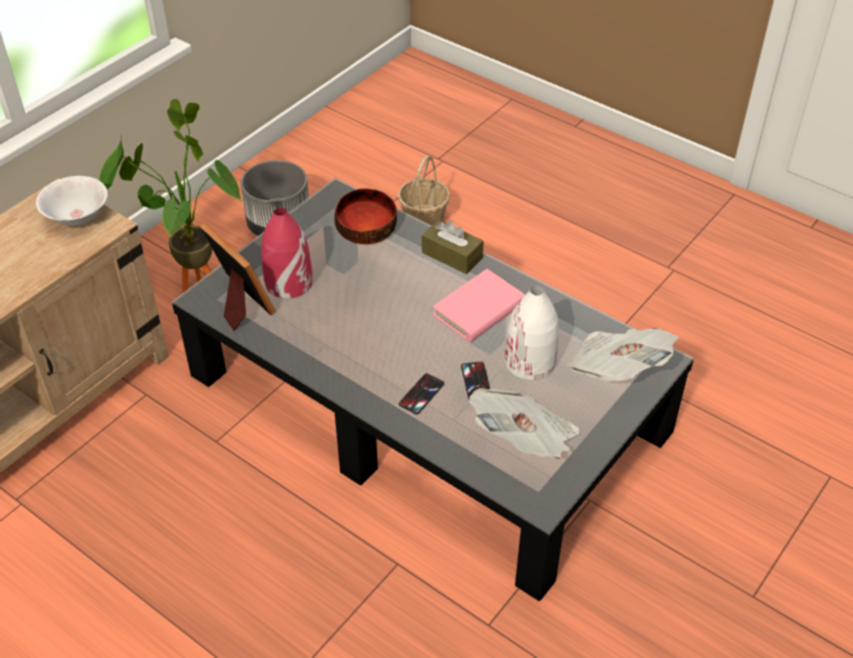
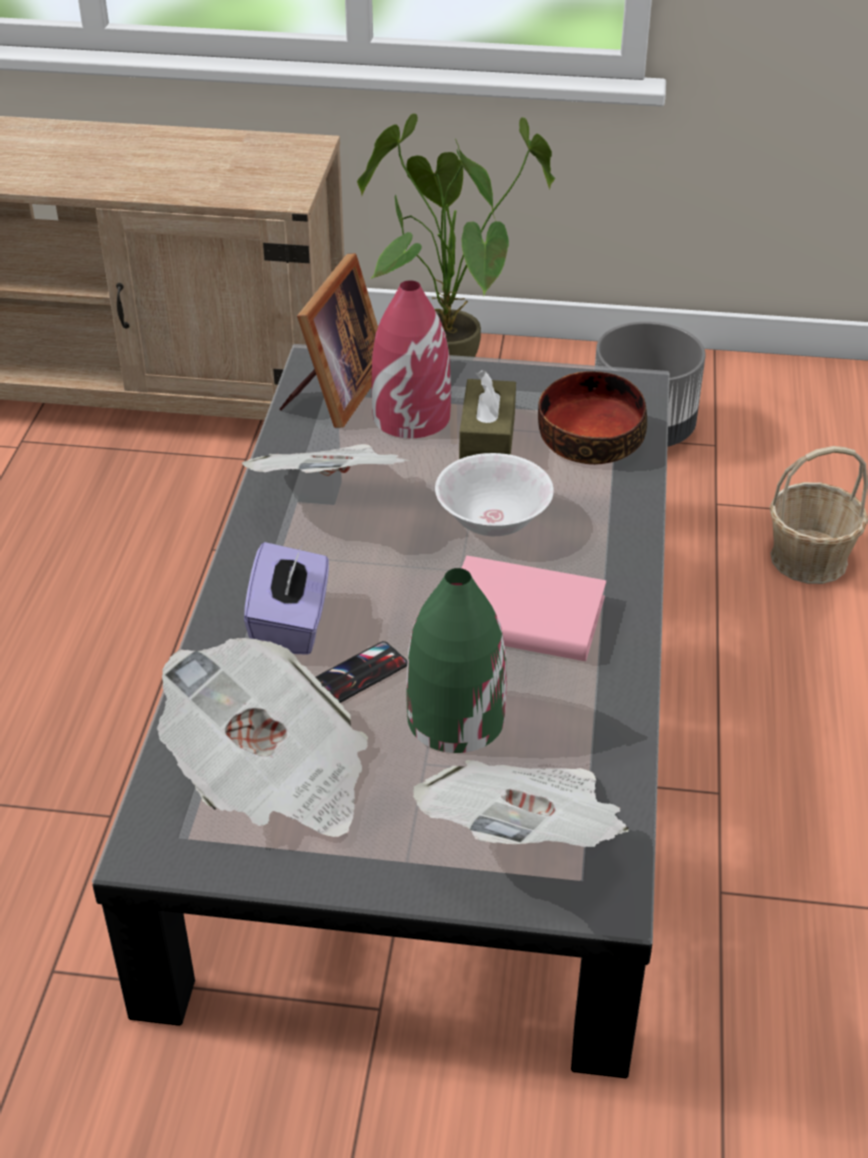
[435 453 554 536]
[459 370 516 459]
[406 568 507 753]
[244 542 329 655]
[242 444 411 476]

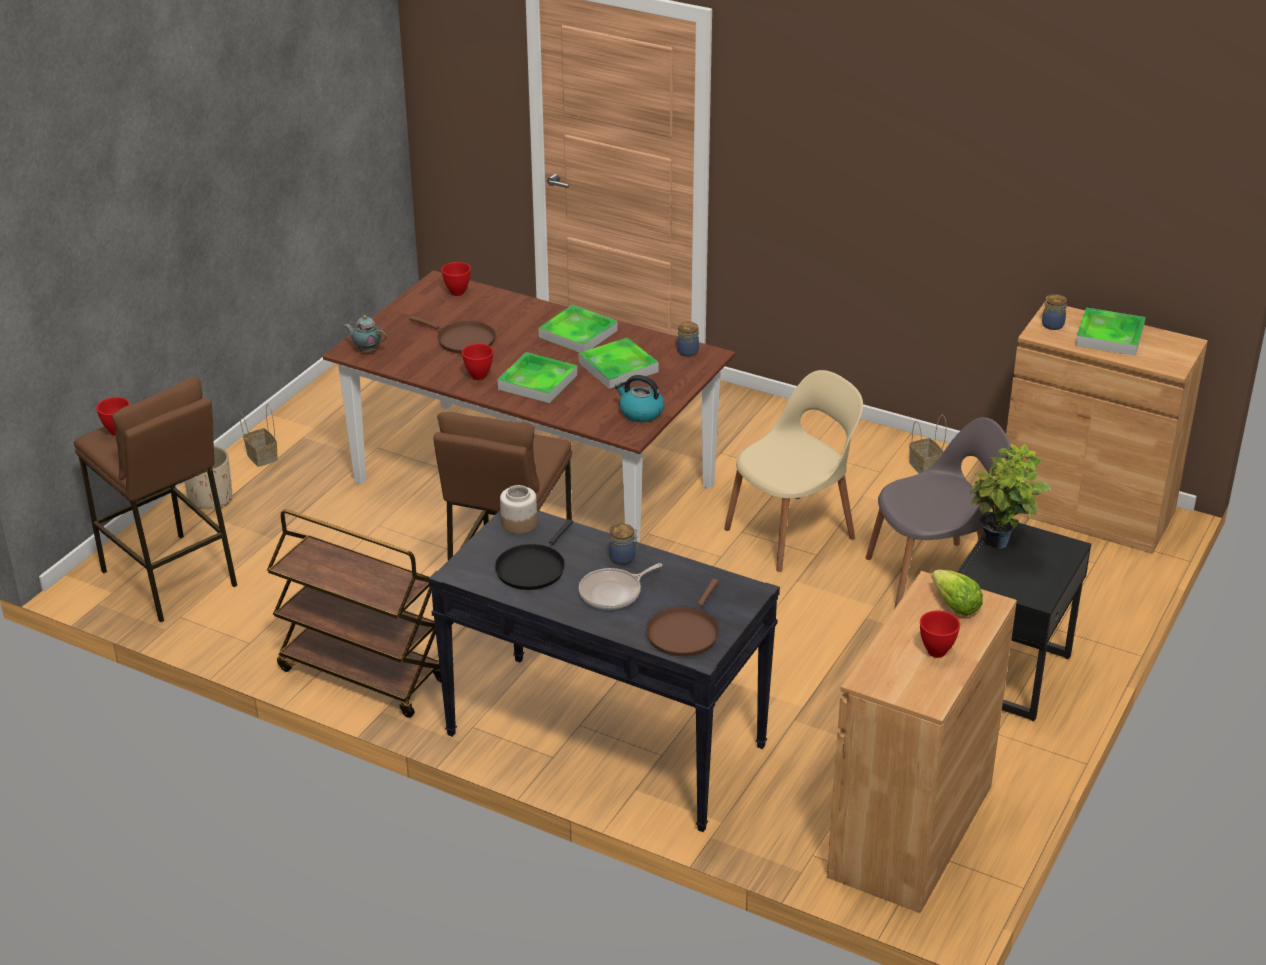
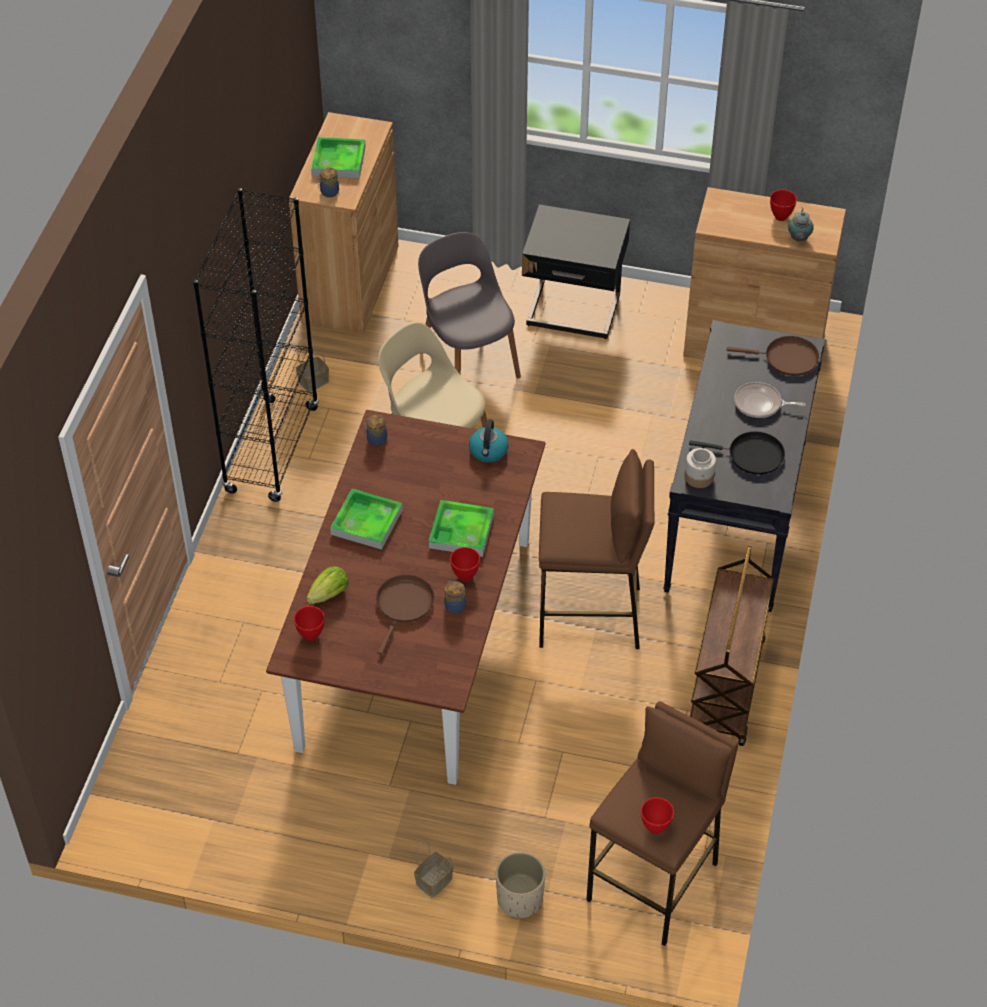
[788 208 814 242]
[579 337 658 389] (first image)
[970 444 1051 549] (first image)
[444 581 466 614]
[734 382 806 418]
[306 566 349 605]
[193 188 319 502]

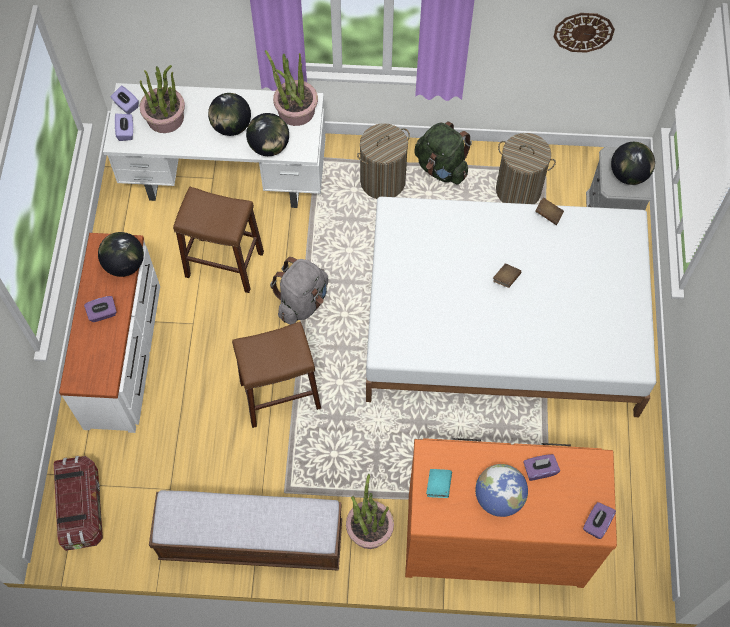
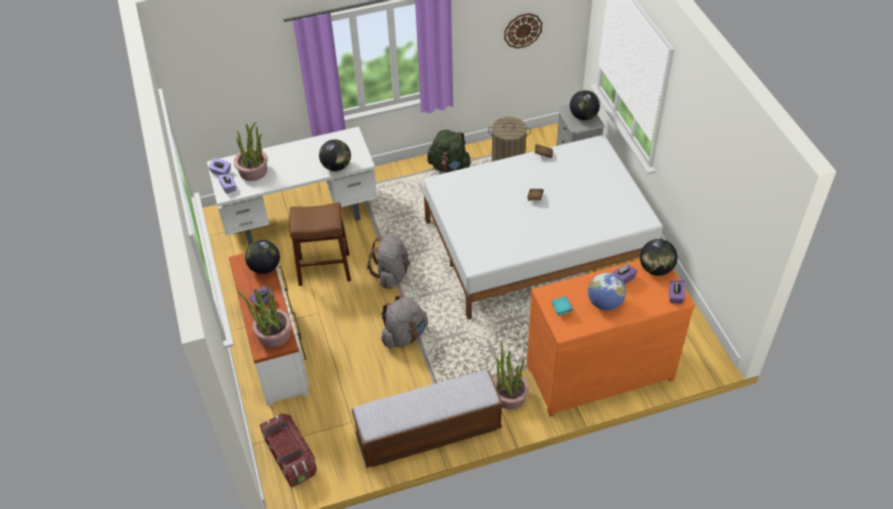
[238 285 291 348]
[640 239 677 276]
[357 123 410 199] (first image)
[381 294 428 349]

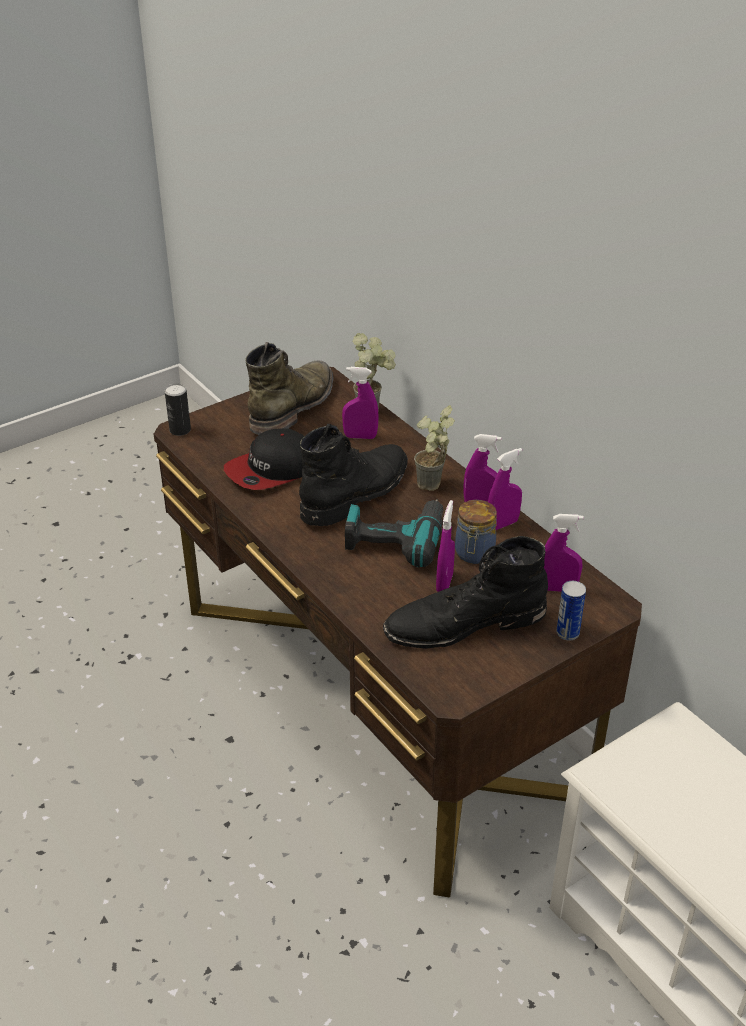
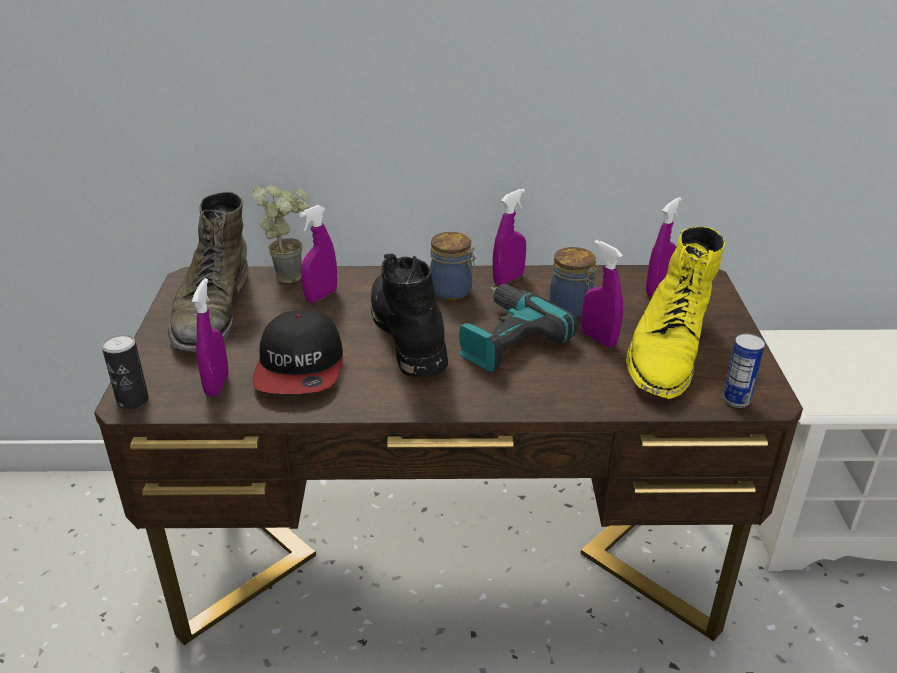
[168 191 249 352]
[430 232 476 300]
[192 278 229 397]
[626 226 725 399]
[723 334 765 408]

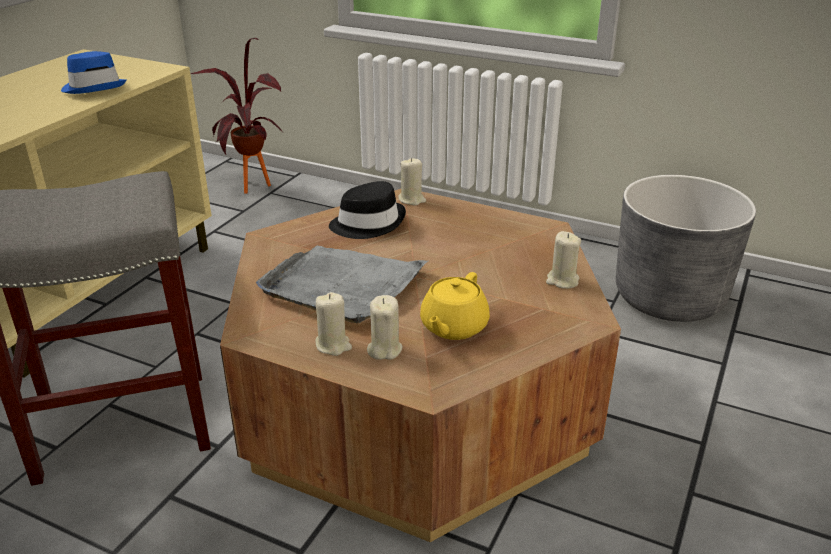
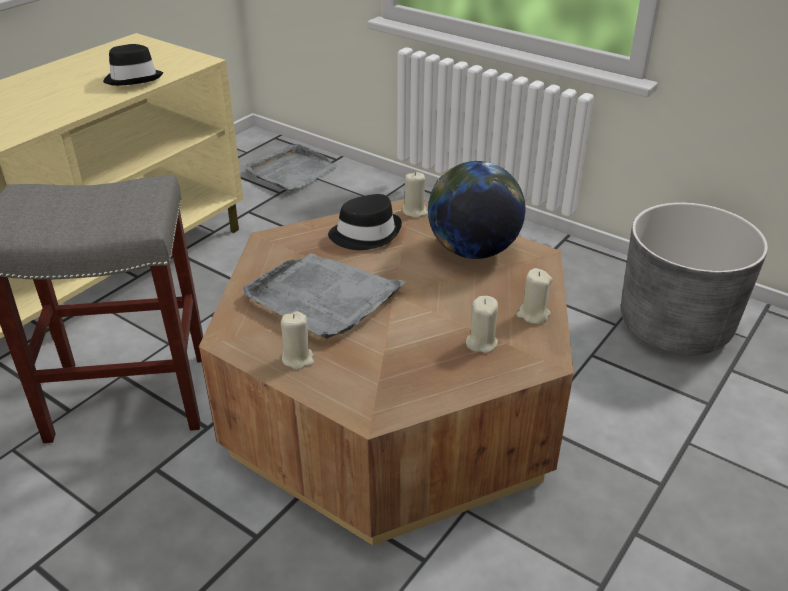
[246 144 337 191]
[103 44 163 86]
[420 272 490 340] (first image)
[466 296 498 353]
[428 161 525 259]

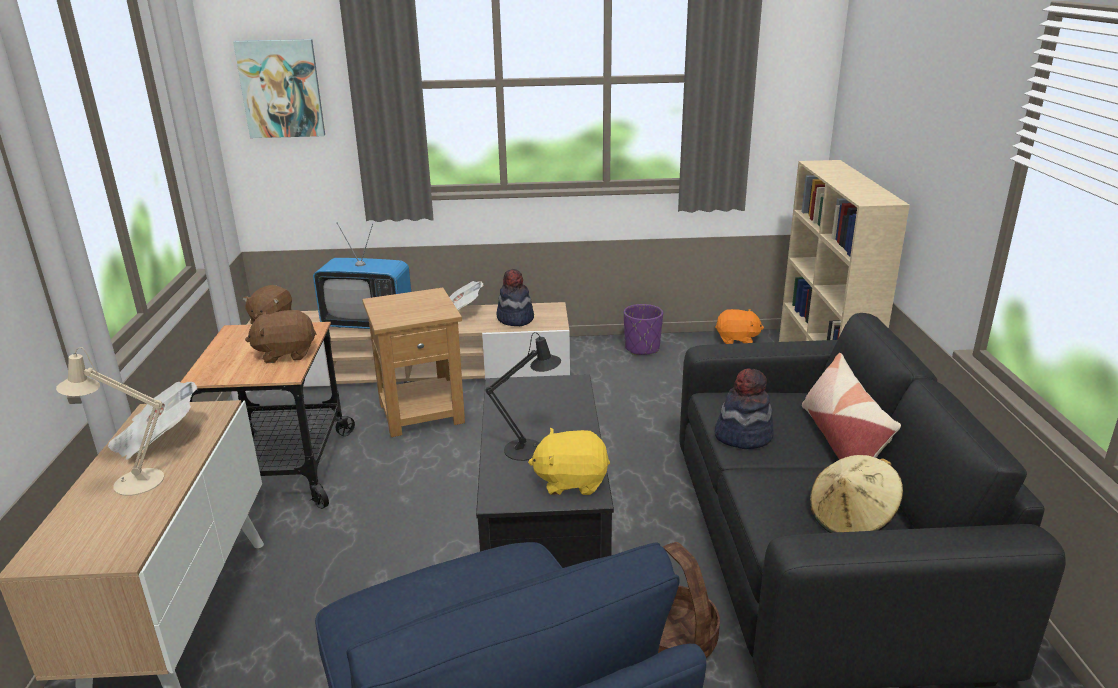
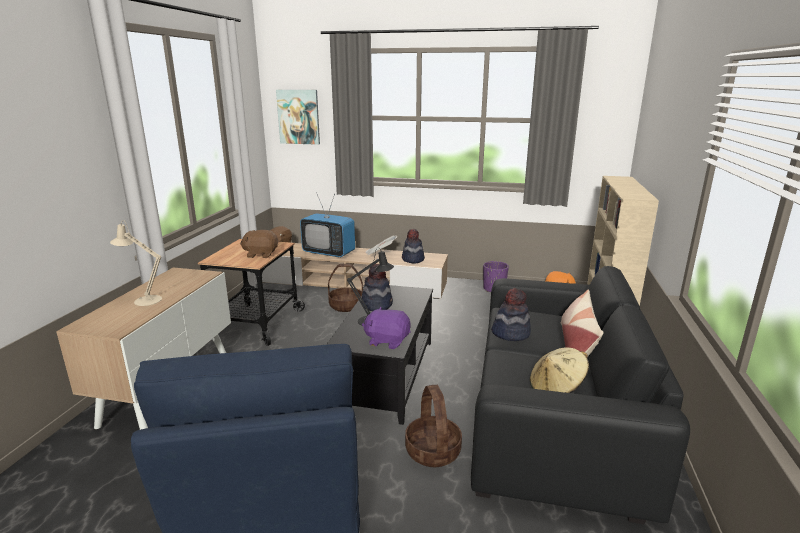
[328 264 363 312]
[108 381 197 460] (first image)
[362 307 410 349]
[361 264 393 311]

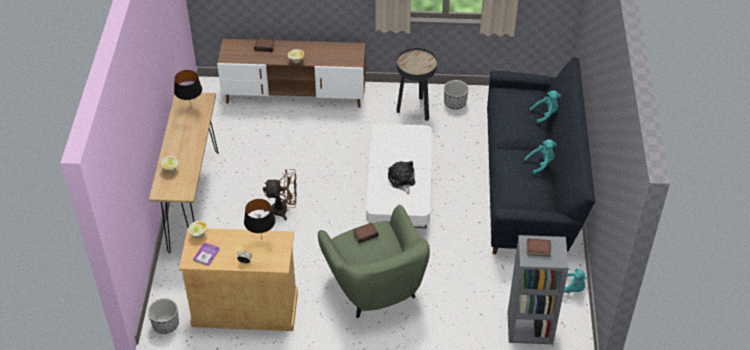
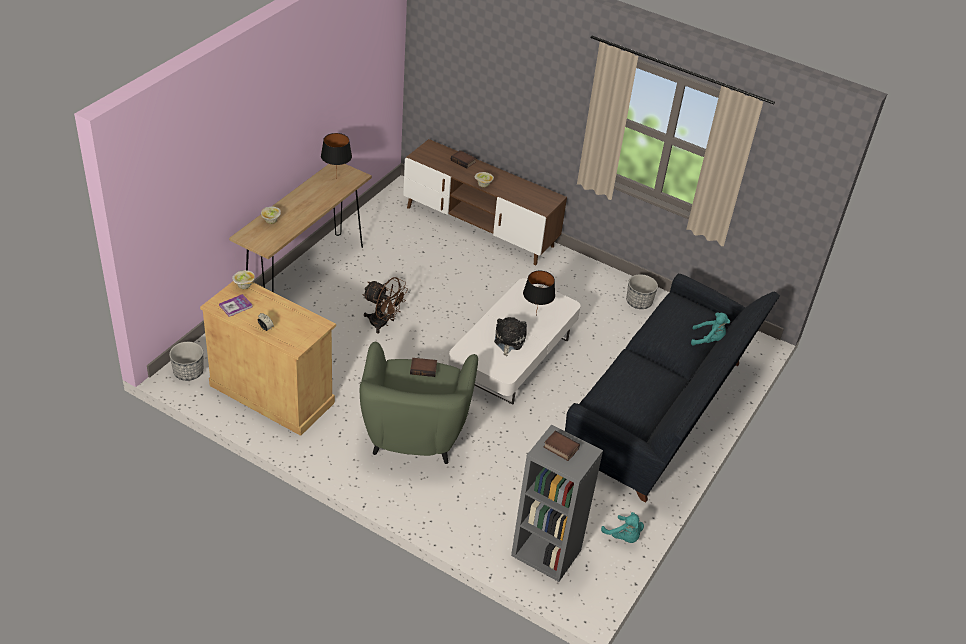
[396 48 437 121] (first image)
[524 139 557 175] (first image)
[523 271 555 314]

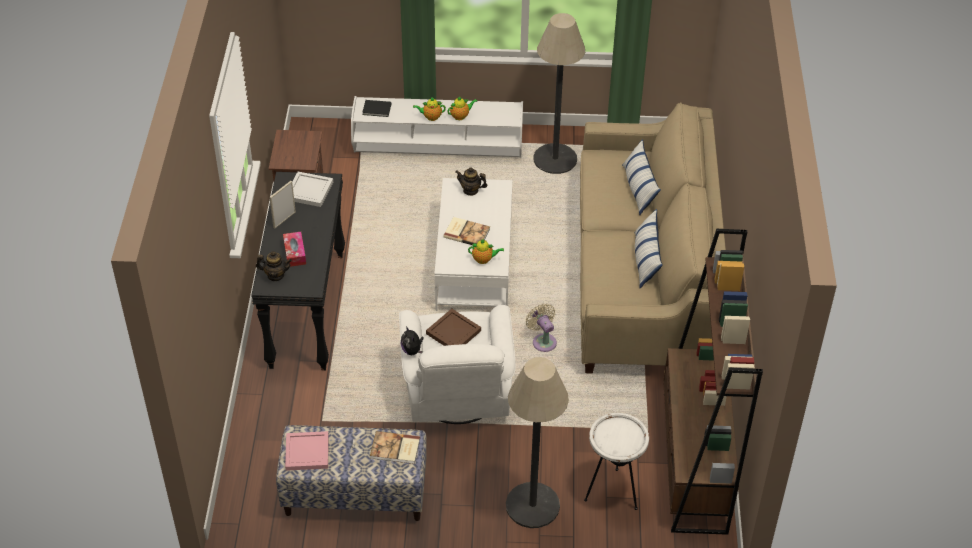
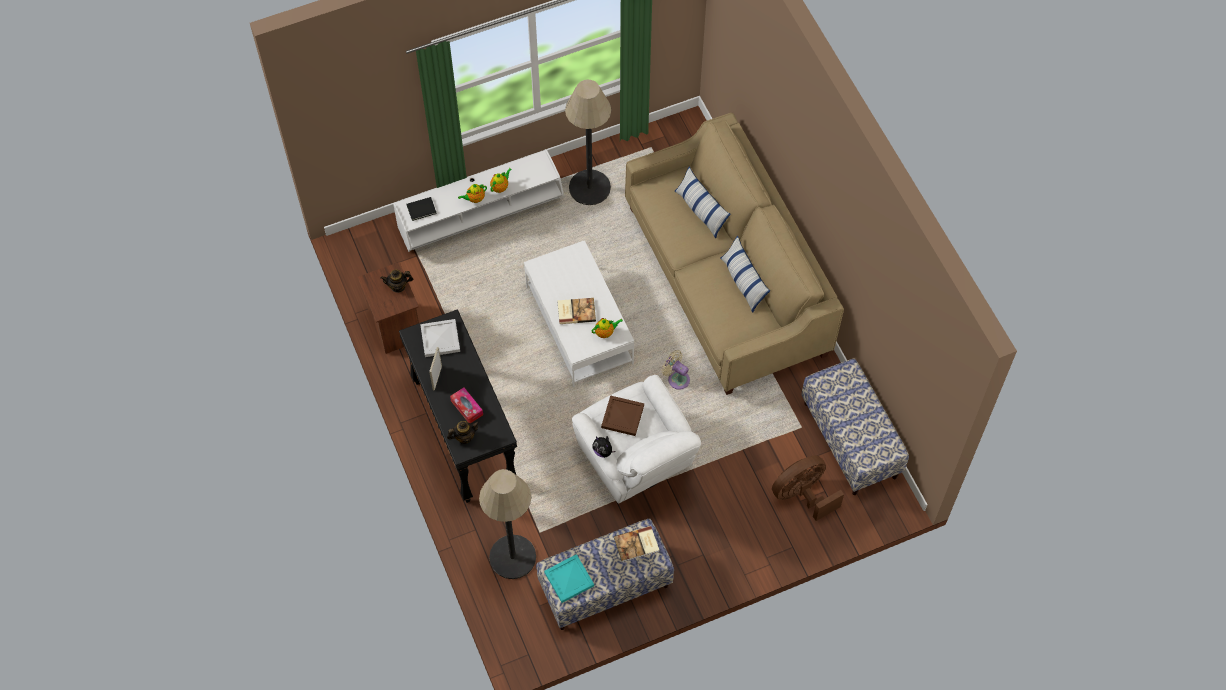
[380 269 413 293]
[801 358 909 495]
[479 469 536 579]
[772 455 844 521]
[544 554 594 603]

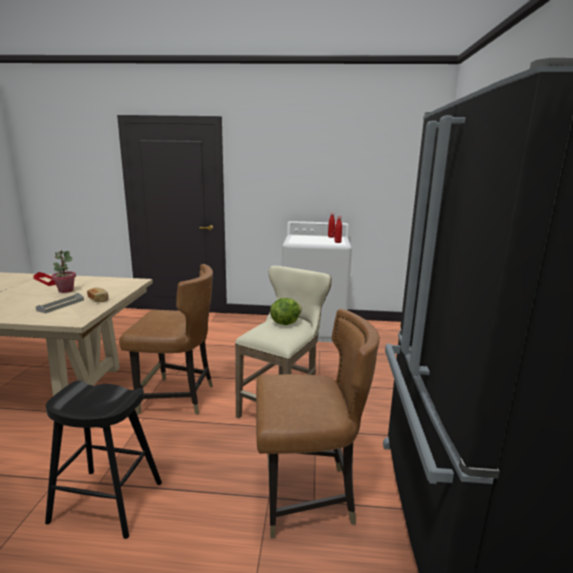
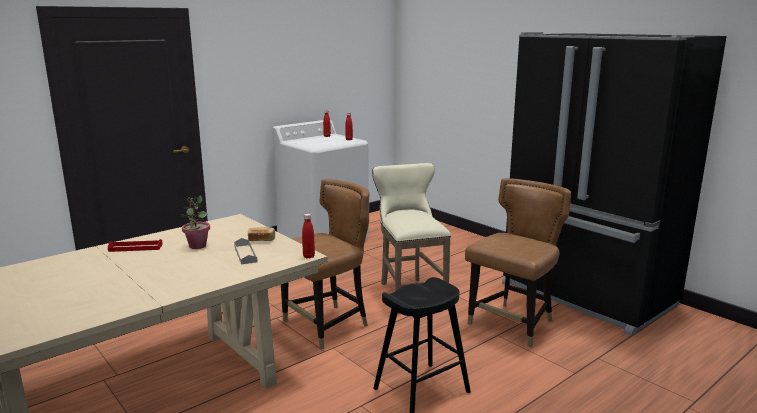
[270 298 302 325] (first image)
[302 214 315 258]

